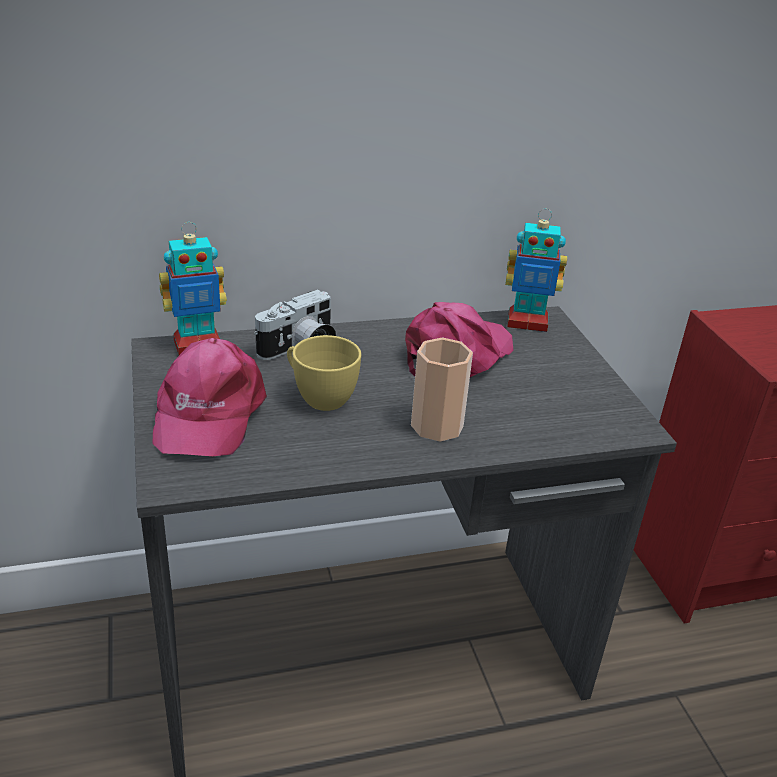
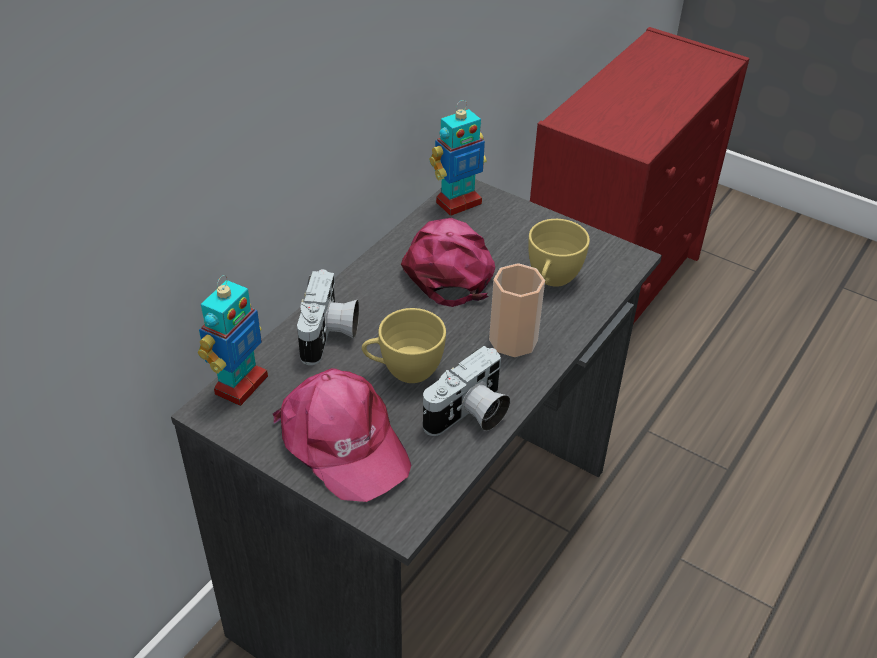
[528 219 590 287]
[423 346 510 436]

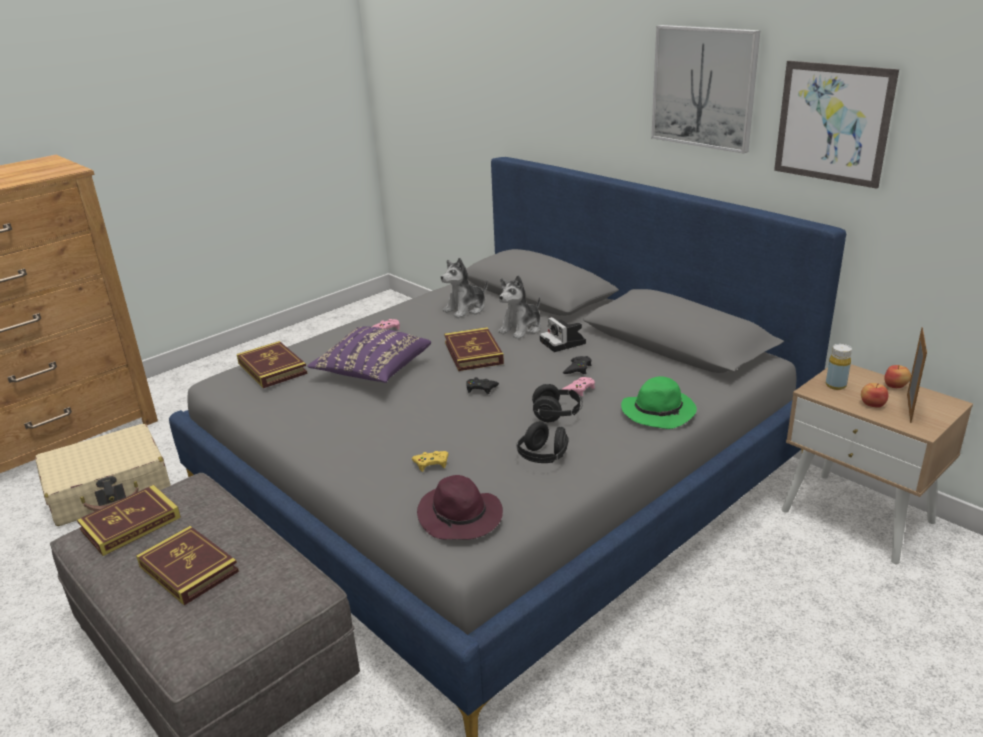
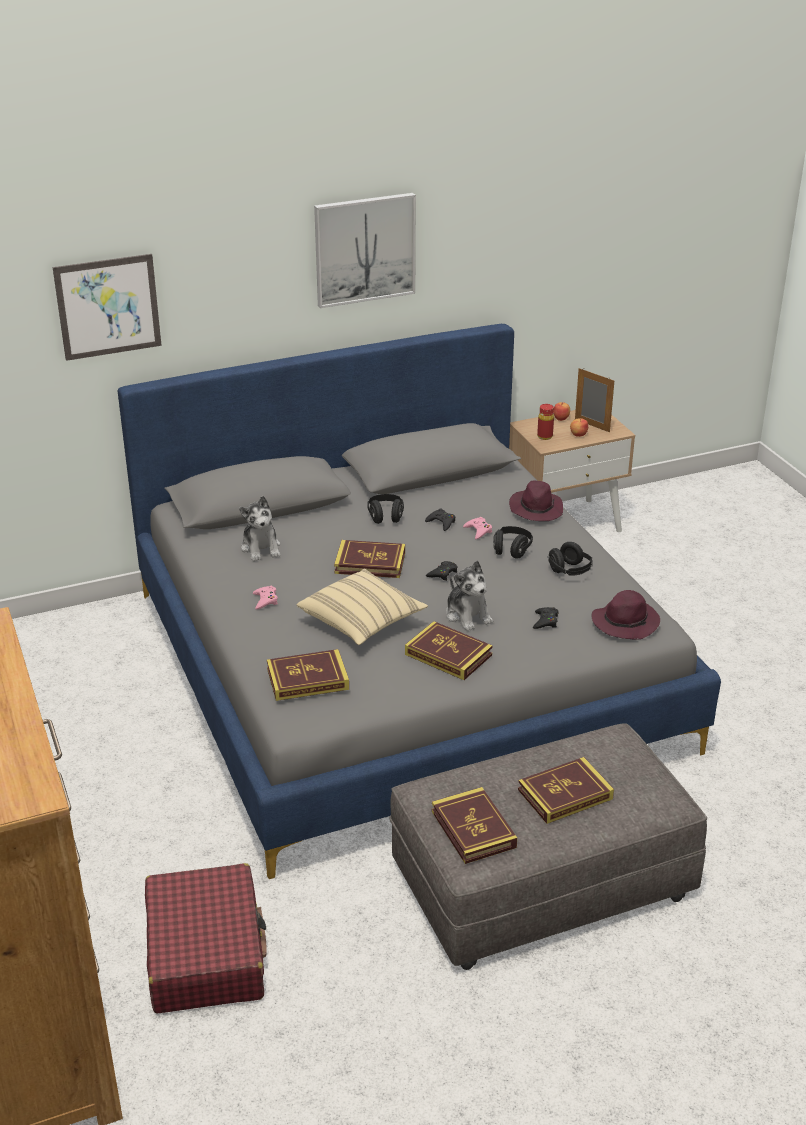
[53 254 162 361]
[446 561 493 631]
[367 494 404 524]
[297 569 428 645]
[537 404 554 440]
[509 481 563 521]
[145 863 267 1013]
[533 607 558 629]
[405 621 493 680]

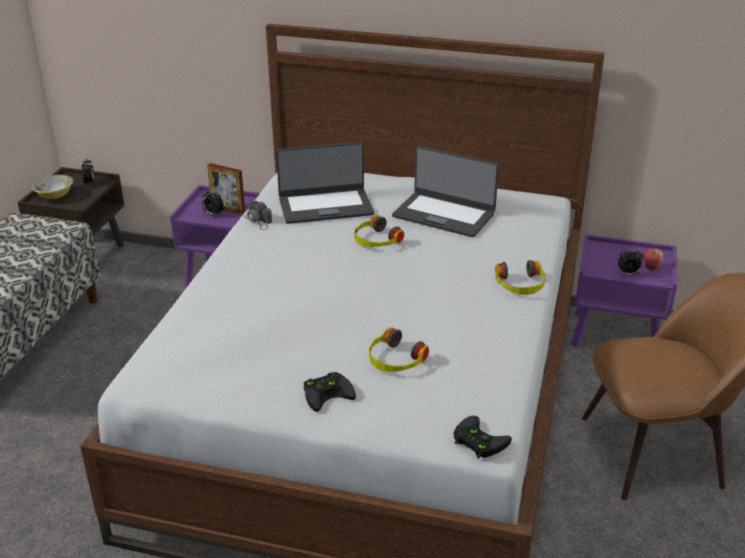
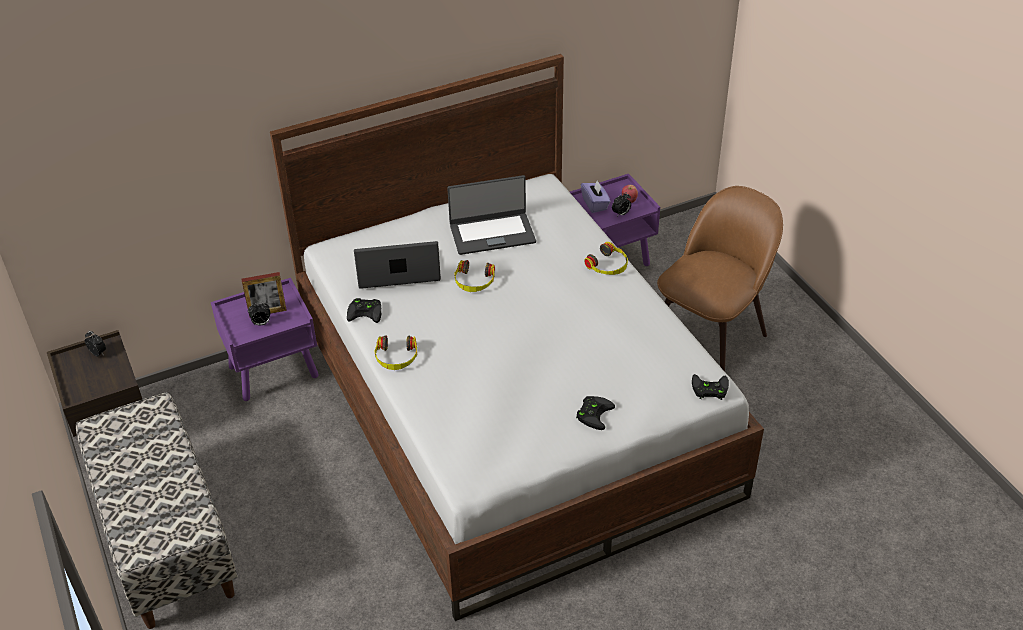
[354 241 441 289]
[32 175 73 199] (first image)
[347 298 381 323]
[375 336 417 370]
[581 180 610 213]

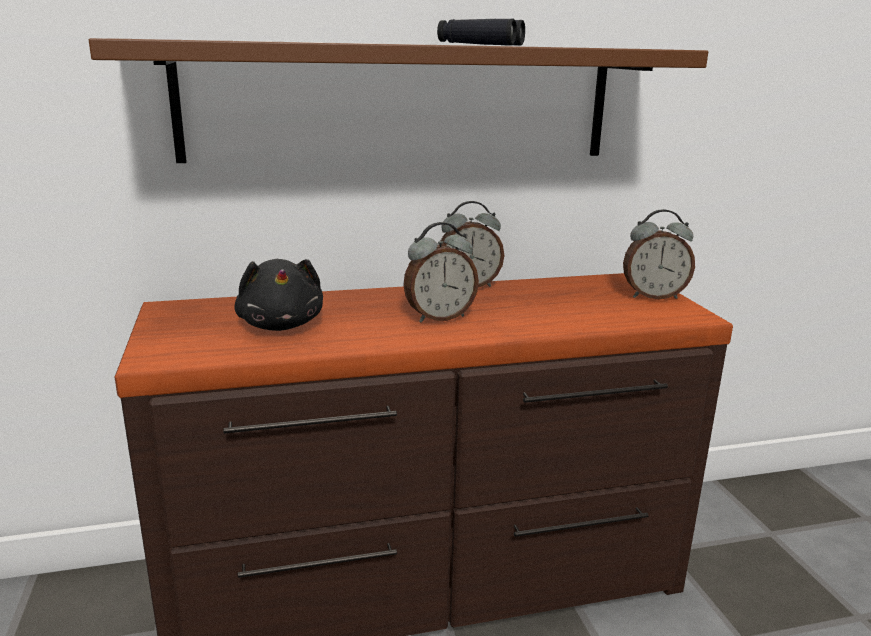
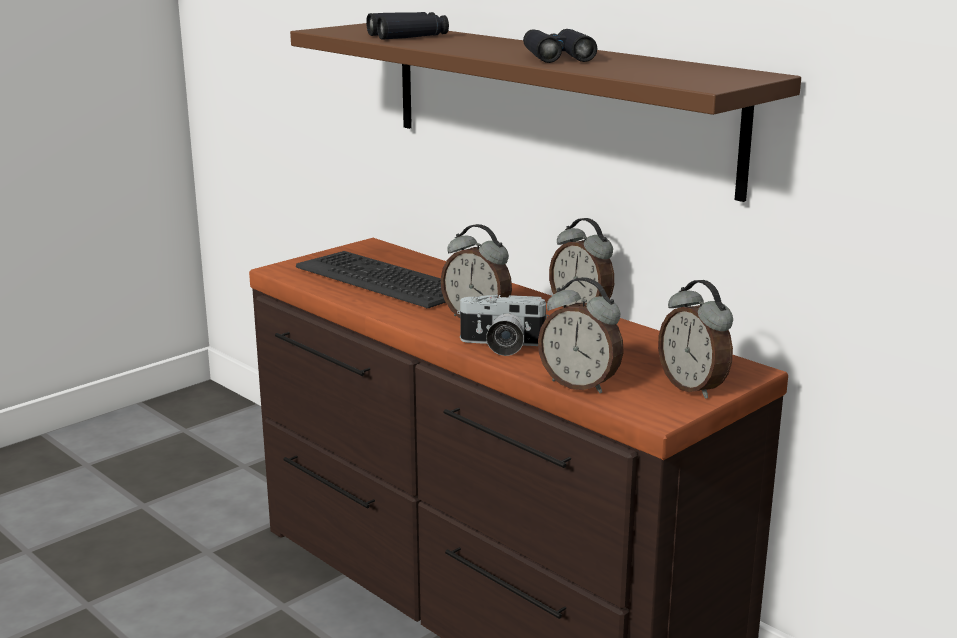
[296 251 446 308]
[366 12 449 40]
[538 277 624 393]
[457 295 549 356]

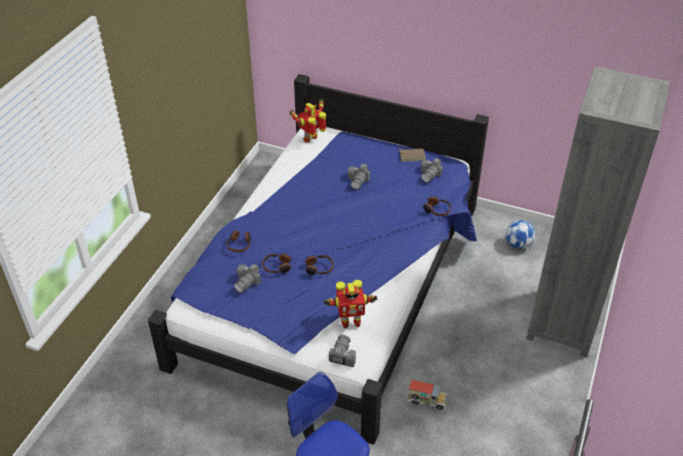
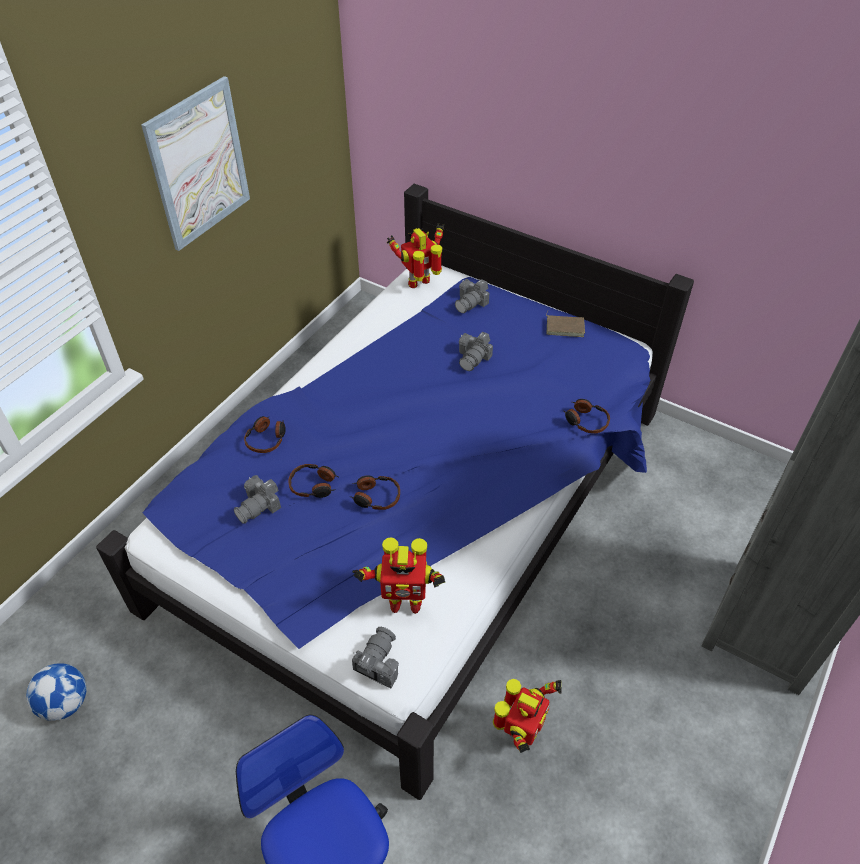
[455 279 489 313]
[26 663 86 721]
[493 679 562 753]
[141 76 250 251]

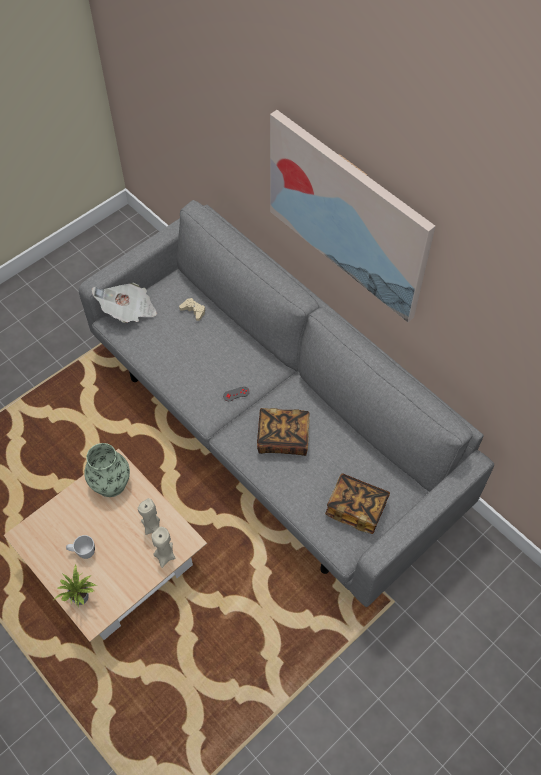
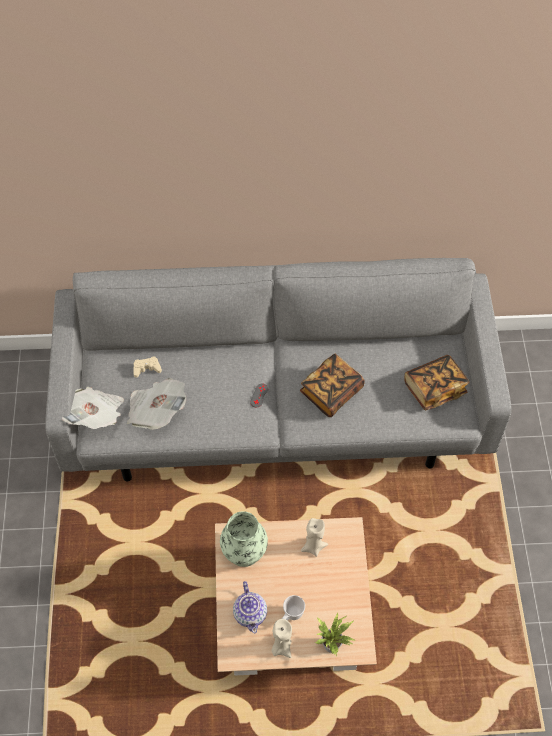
[270 110 435 322] (first image)
[271 619 292 658]
[127 378 186 430]
[233 581 267 634]

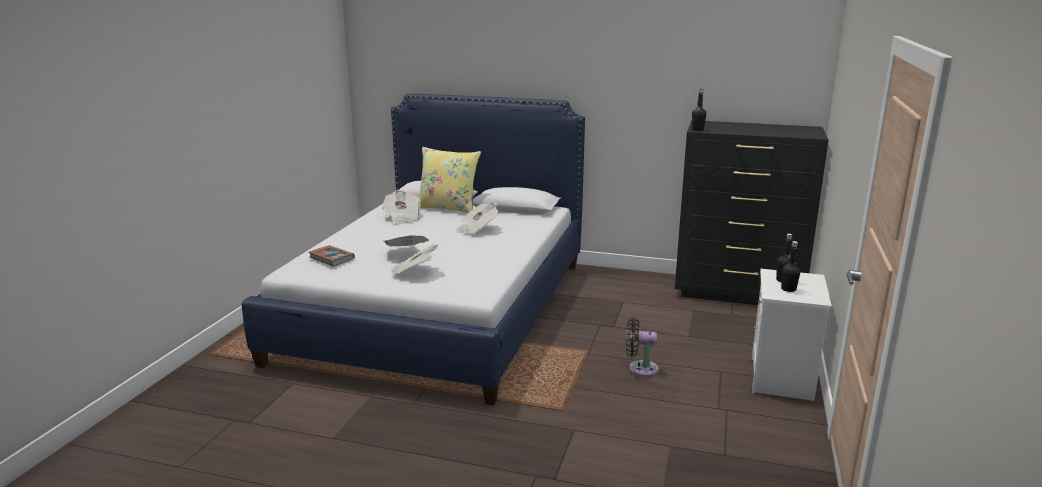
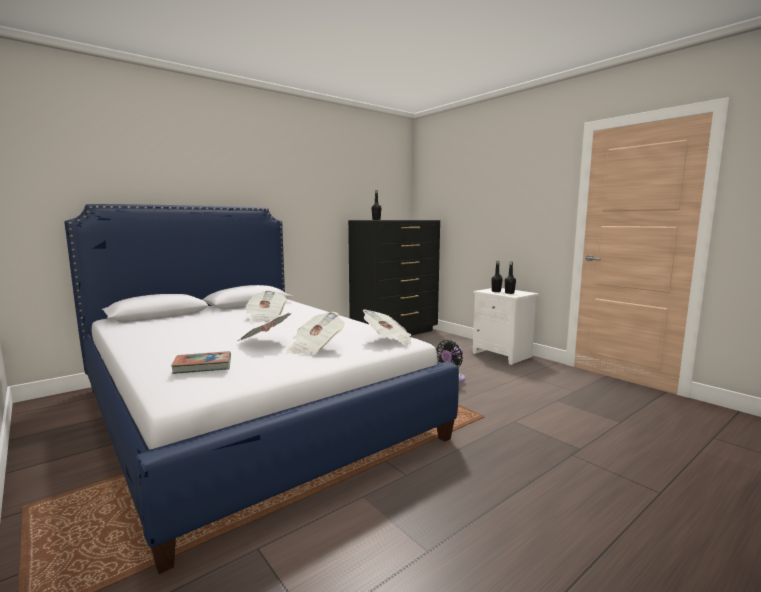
[418 147 481 213] (first image)
[363 310 412 345]

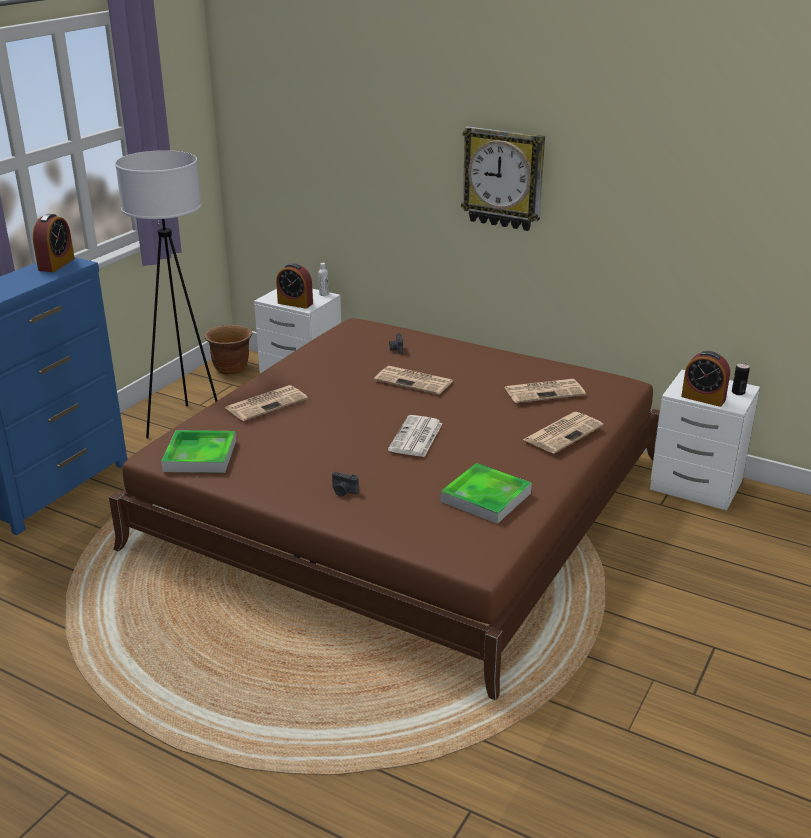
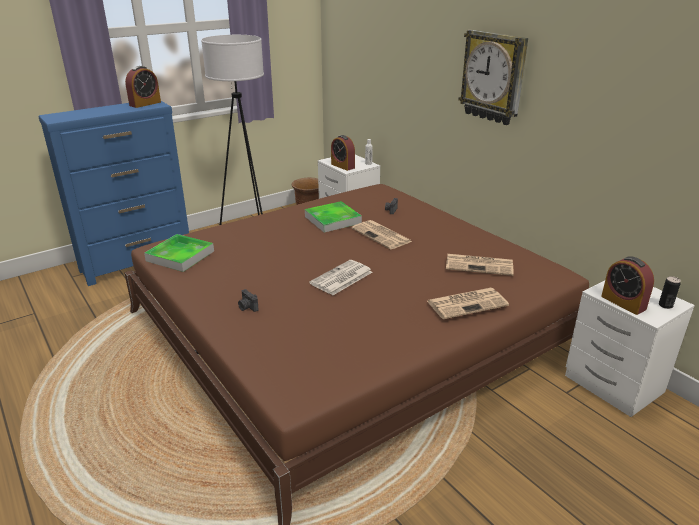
[225 385 308 421] (first image)
[305 201 362 233]

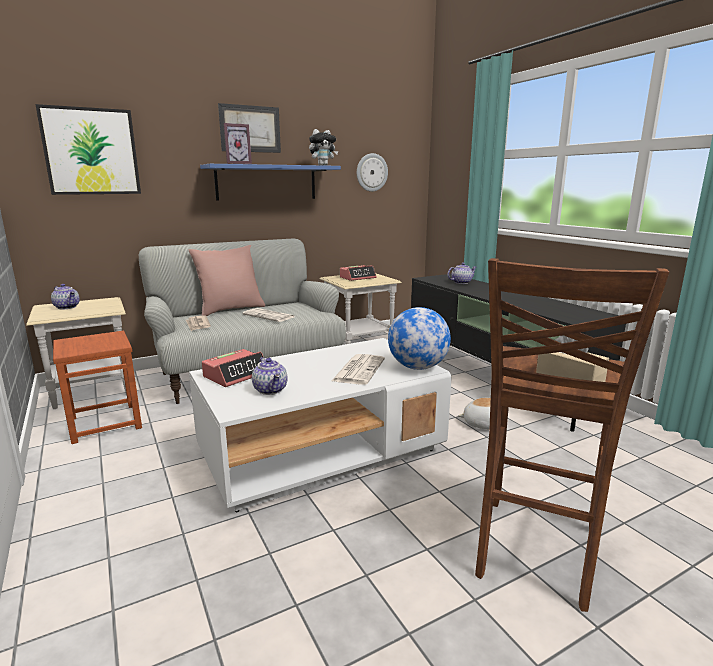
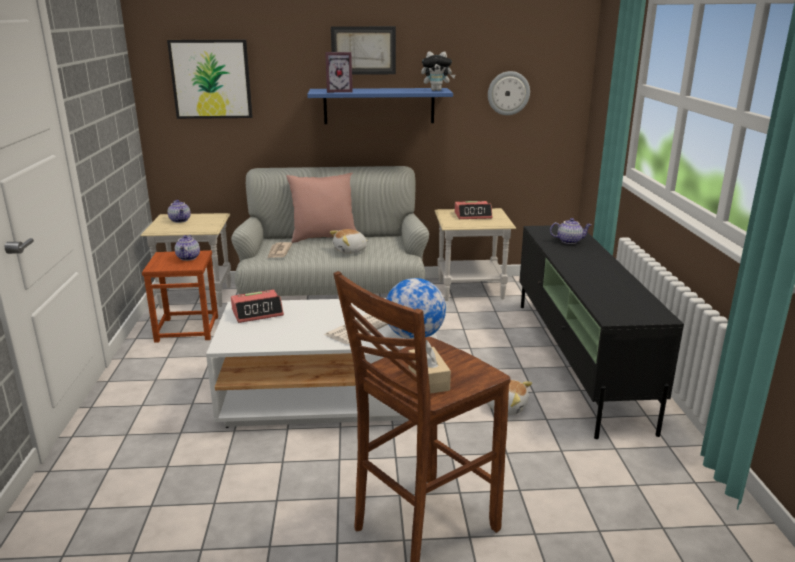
[330 229 369 254]
[175 235 200 261]

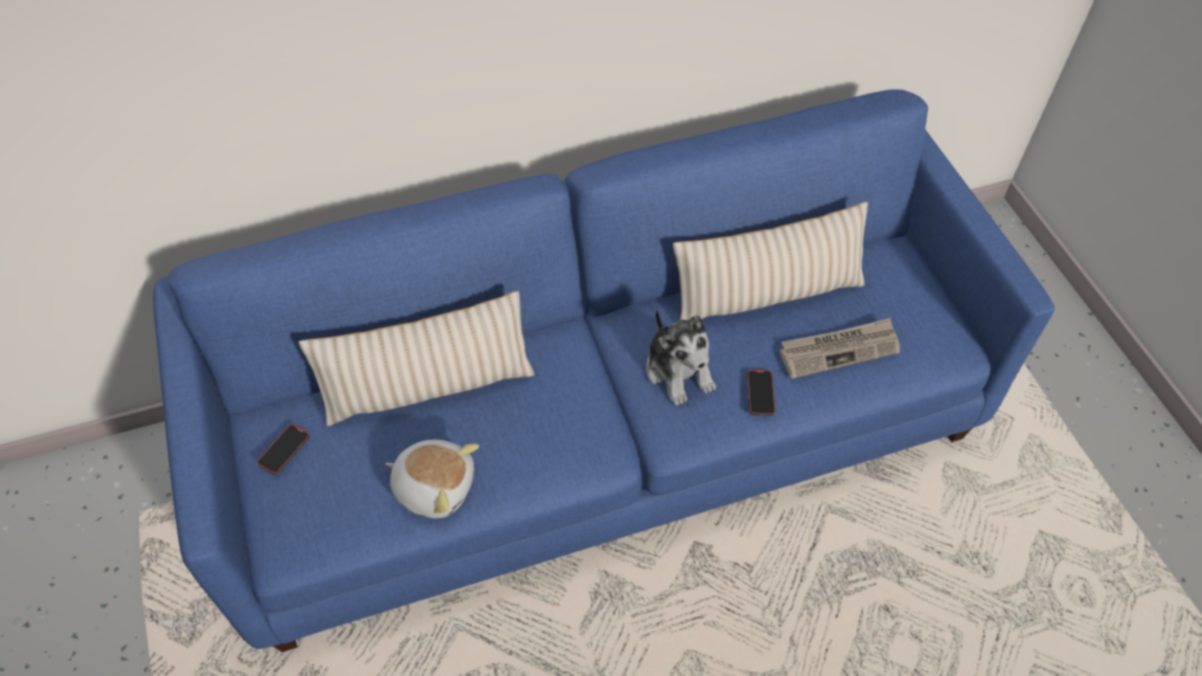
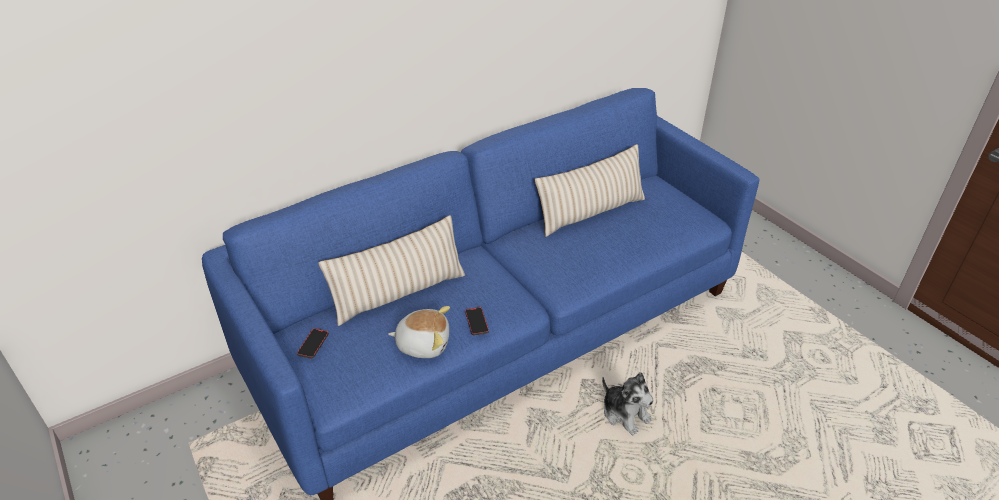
[602 372 654 436]
[779 318 900 379] (first image)
[465 307 489 336]

